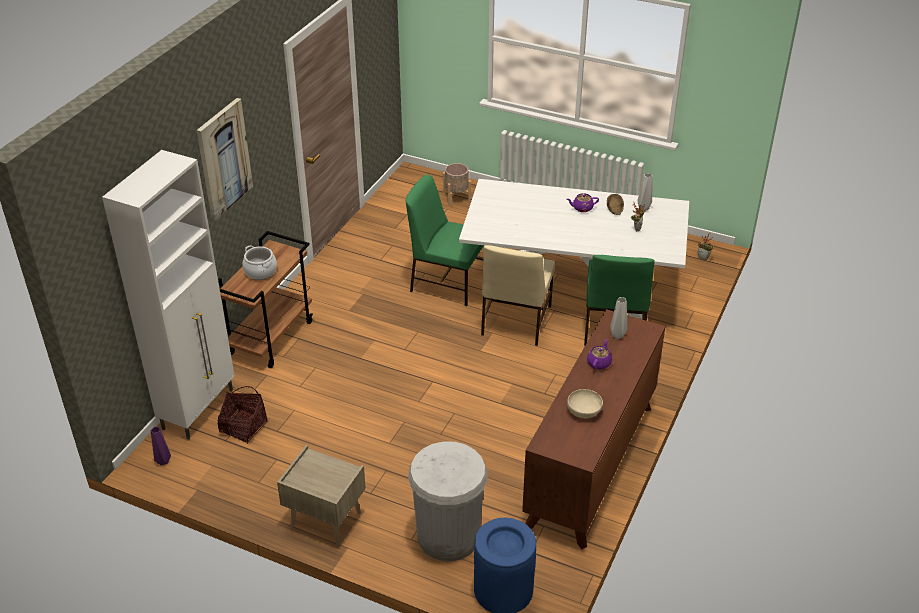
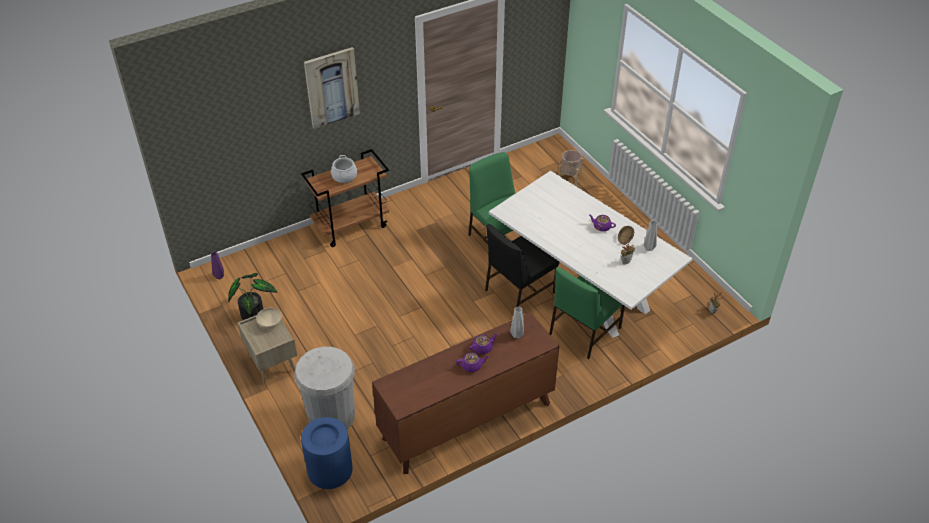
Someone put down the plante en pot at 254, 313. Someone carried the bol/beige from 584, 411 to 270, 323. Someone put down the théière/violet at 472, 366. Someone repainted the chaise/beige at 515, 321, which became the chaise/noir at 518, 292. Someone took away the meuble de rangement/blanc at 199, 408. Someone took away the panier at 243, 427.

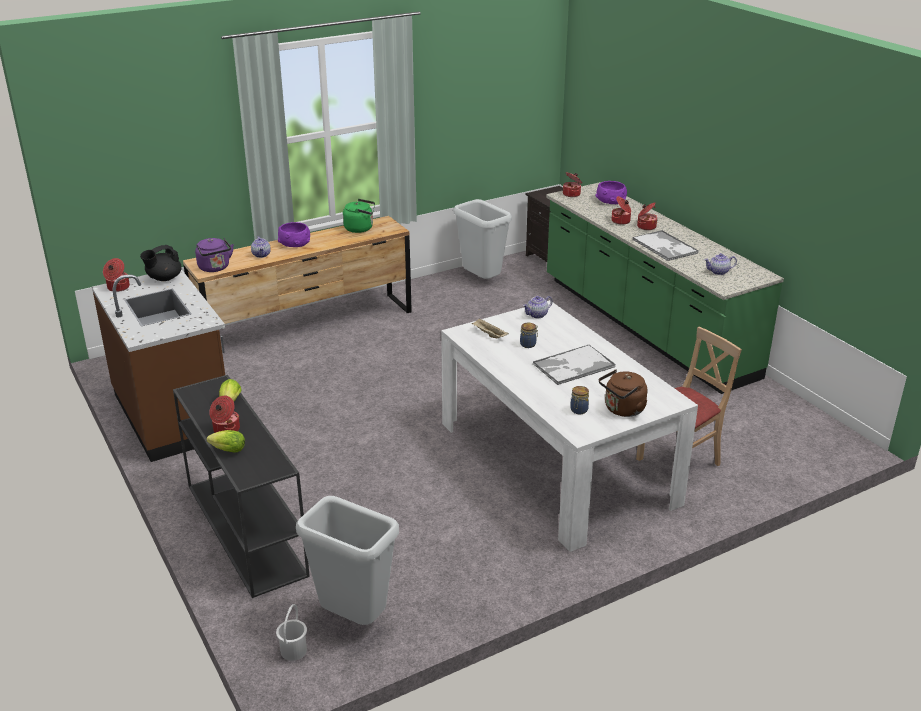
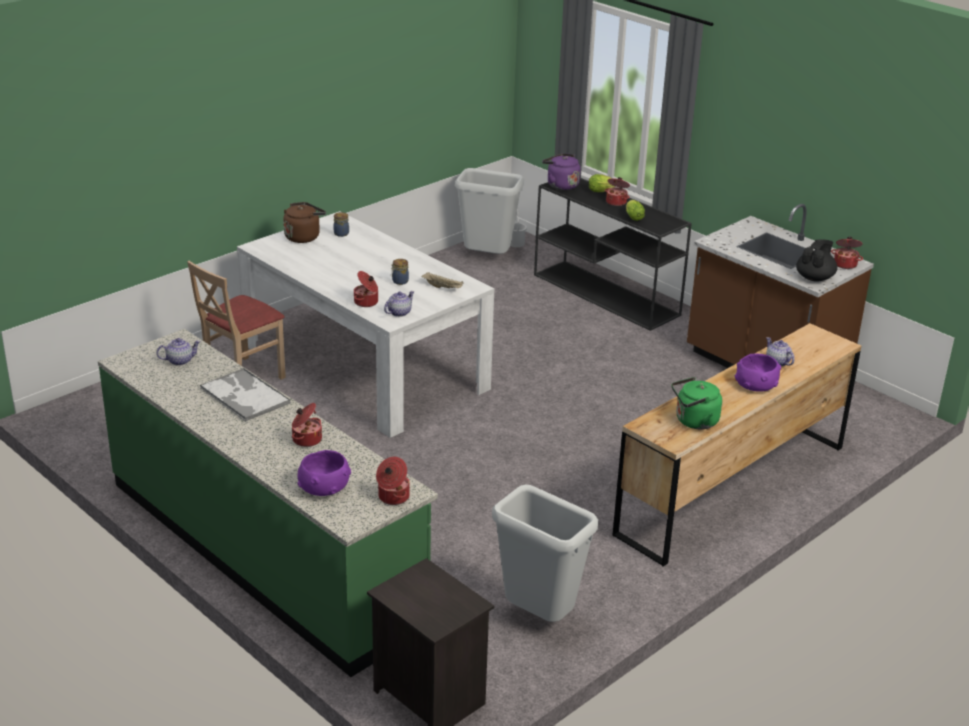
Someone carried the marmite from 646, 226 to 366, 302. Someone carried the bouilloire/violet from 215, 268 to 561, 185. Someone took away the plateau at 573, 366.

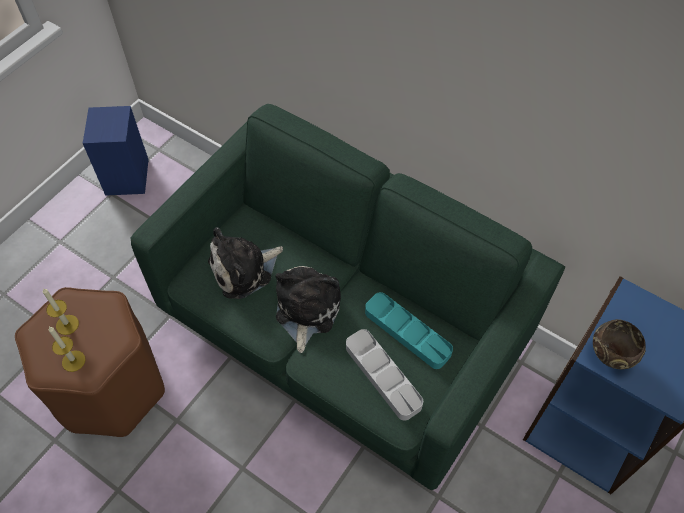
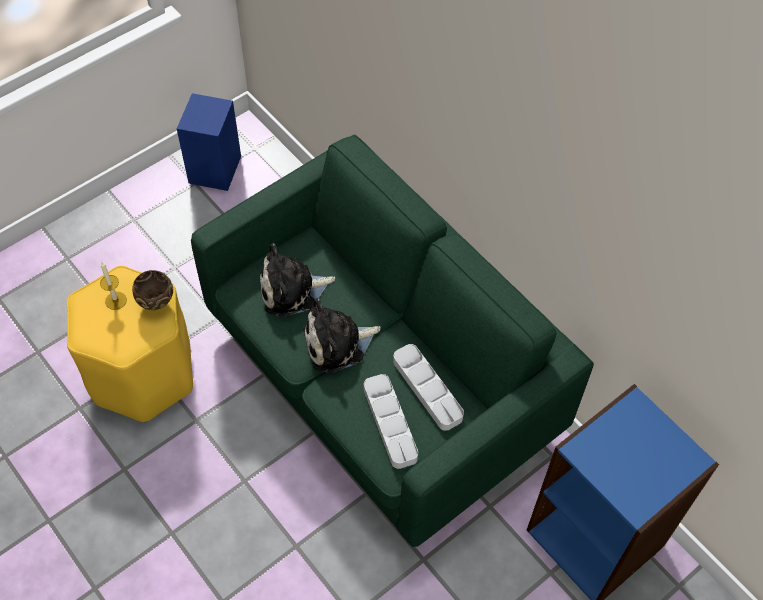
Someone repainted the tabouret/marron at 111, 388, which became the tabouret/jaune at 143, 374. Someone carried the bol/marron from 610, 357 to 157, 304. Someone rotated the peluche at 306, 310 by 135 degrees counterclockwise. Someone repainted the plateau/turquoise at 407, 332, which became the plateau/gris at 427, 389. Someone took away the bougie at 73, 361.

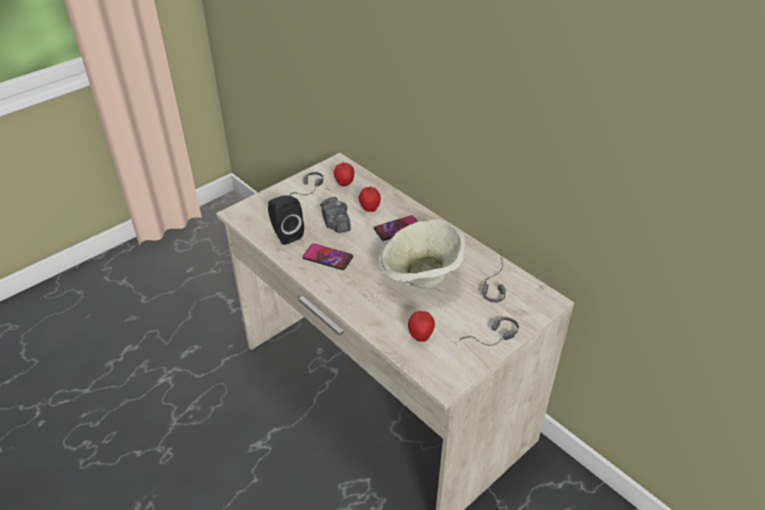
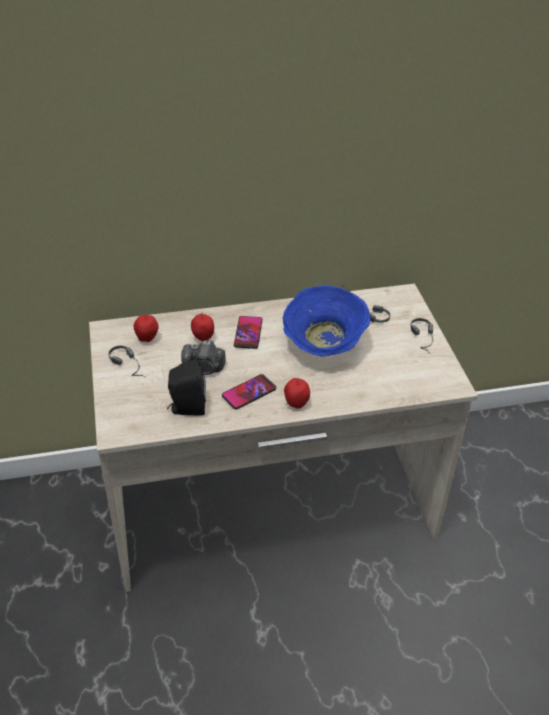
Someone repainted the bol/beige at 420, 277, which became the bol/bleu at 324, 346. Someone carried the pomme from 420, 336 to 296, 404.

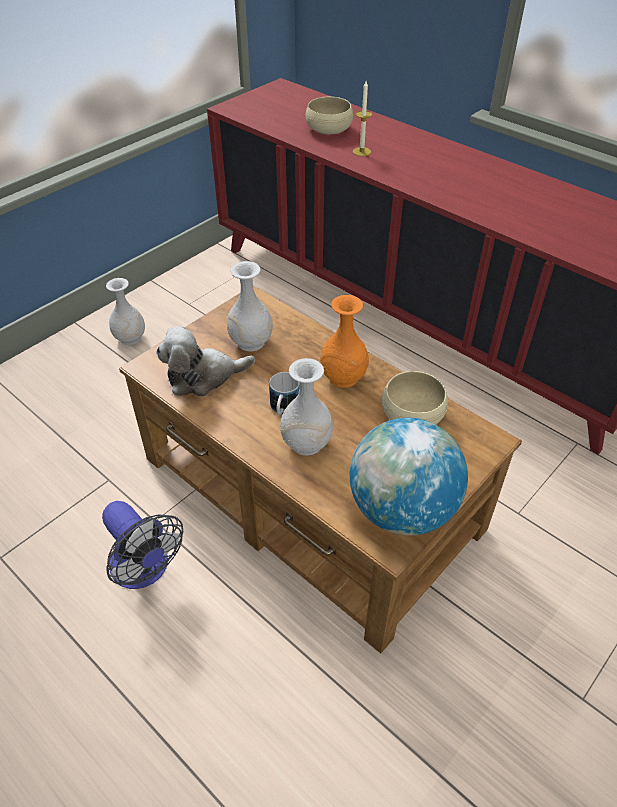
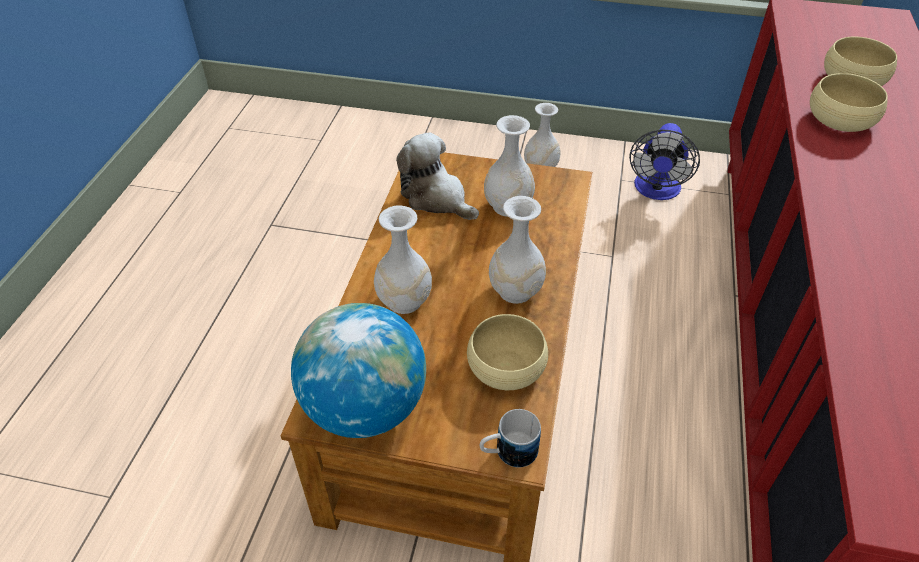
Someone carried the mug from 283, 409 to 508, 452. Someone repainted the vase/orange at 343, 378, which became the vase/blanc at 514, 291. Someone carried the ventilateur from 145, 570 to 656, 190. Someone swapped the bougie at 361, 151 for the bol/beige at 839, 120.

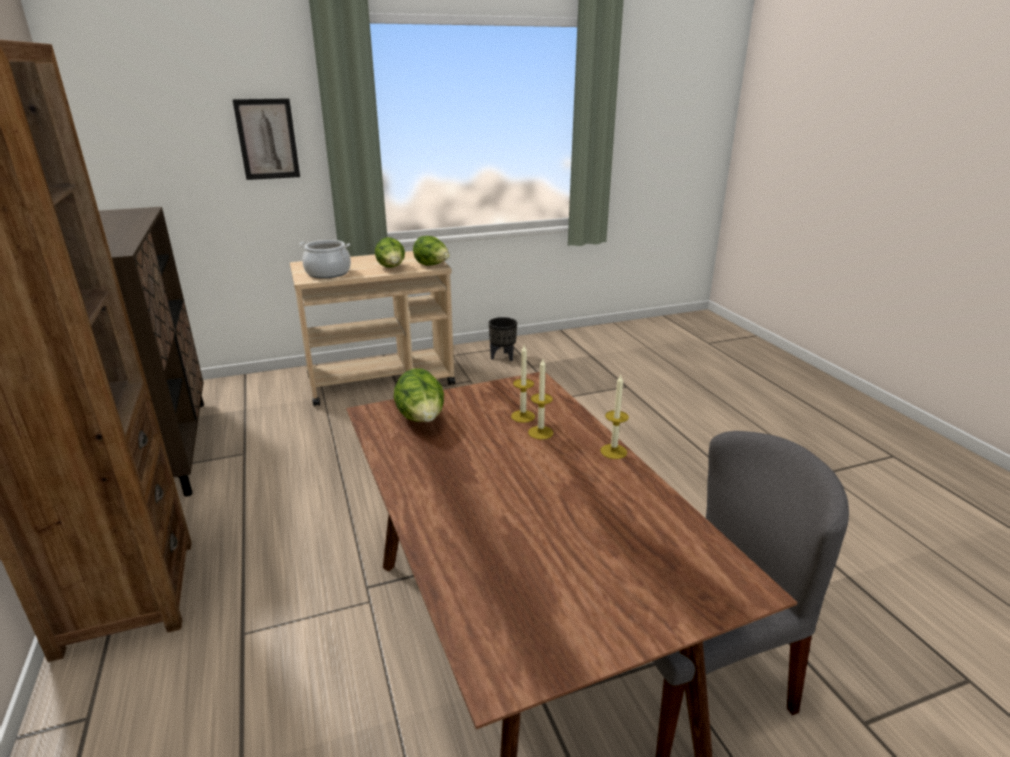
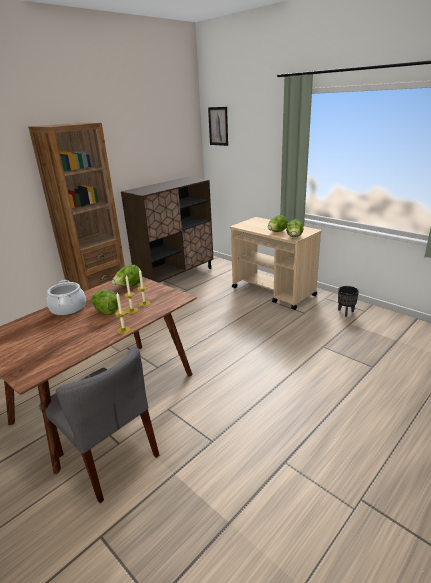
Someone carried the marmite from 328, 273 to 68, 308. Someone put down the laitue at 106, 311. Someone carried the tableau from 267, 139 to 218, 126.

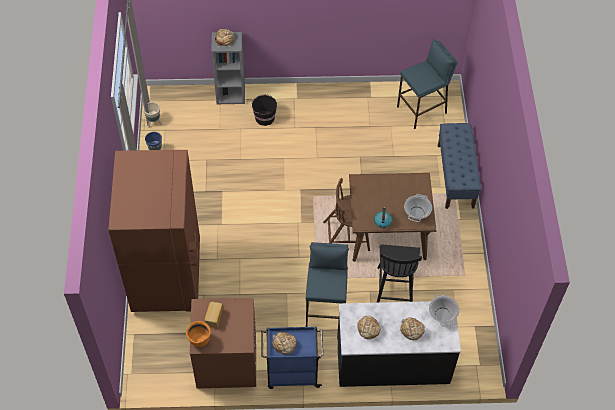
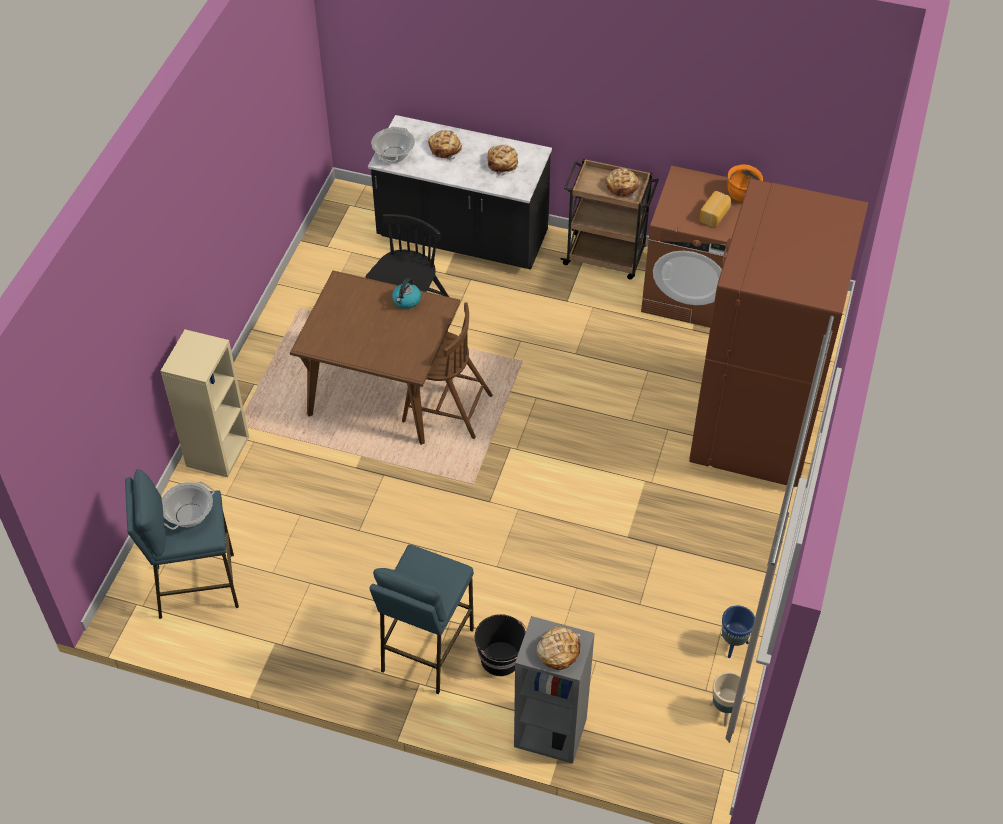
Someone swapped the banc/bleu at 455, 176 for the bibliothèque/beige at 217, 450. Someone carried the marmite from 417, 212 to 189, 515. Someone carried the tabouret/bleu from 326, 308 to 426, 650. Someone repainted the chariot/bleu at 292, 374, which became the chariot/marron at 606, 257.

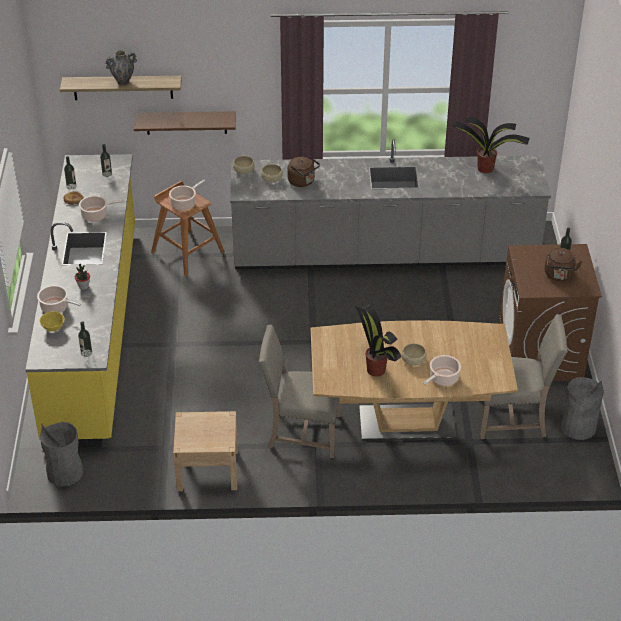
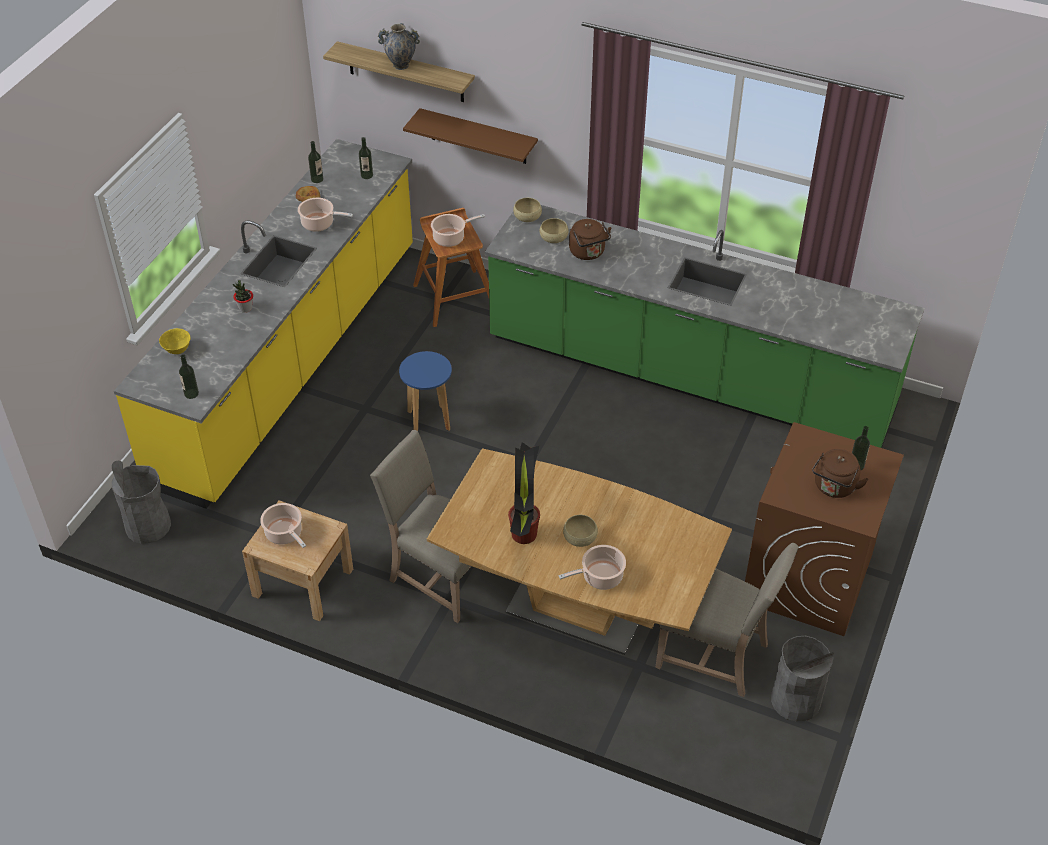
Someone carried the marmite from 56, 307 to 285, 534. Someone put down the tabouret/bleu at 429, 421. Someone repainted the comptoir de cuisine/gris at 385, 254, which became the comptoir de cuisine/vert at 689, 375. Someone took away the plante en pot at 486, 168.

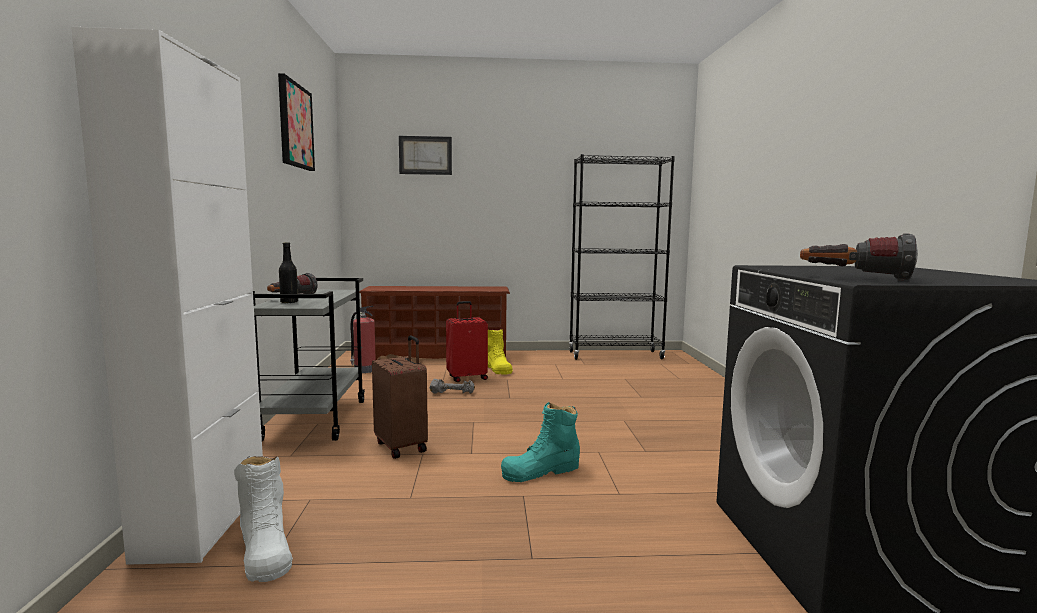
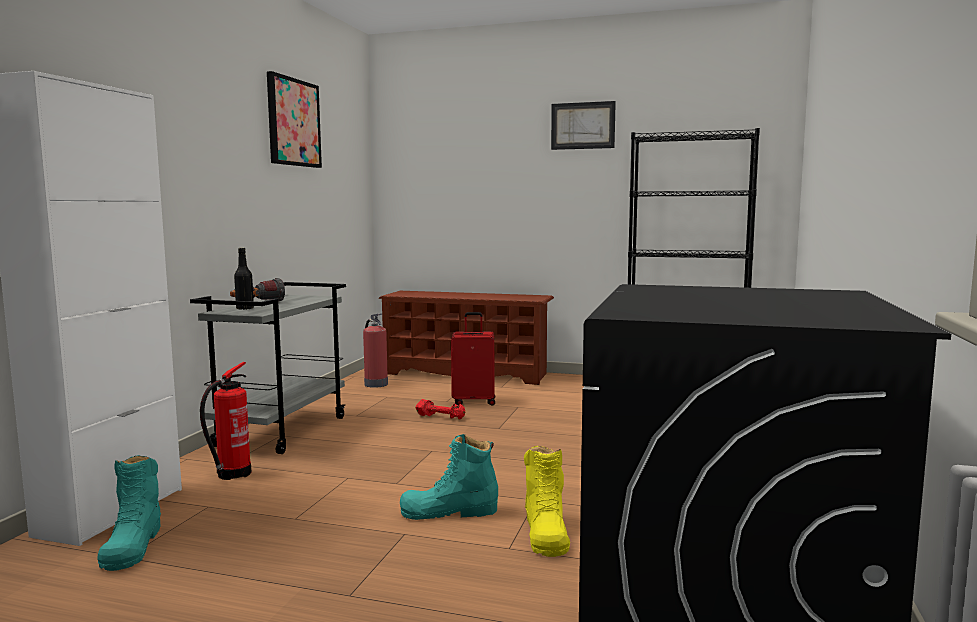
Someone repainted the botte/blanc at 265, 551, which became the botte/turquoise at 133, 545. Someone put down the extincteur at 231, 475. Someone repainted the haltère/gris at 452, 393, which became the haltère/rouge at 441, 417. Someone carried the botte/jaune from 497, 369 to 545, 533. Someone carried the tableau from 425, 155 to 583, 125. Someone took away the valise/marron at 402, 446. Someone took away the lampe de poche at 853, 278.

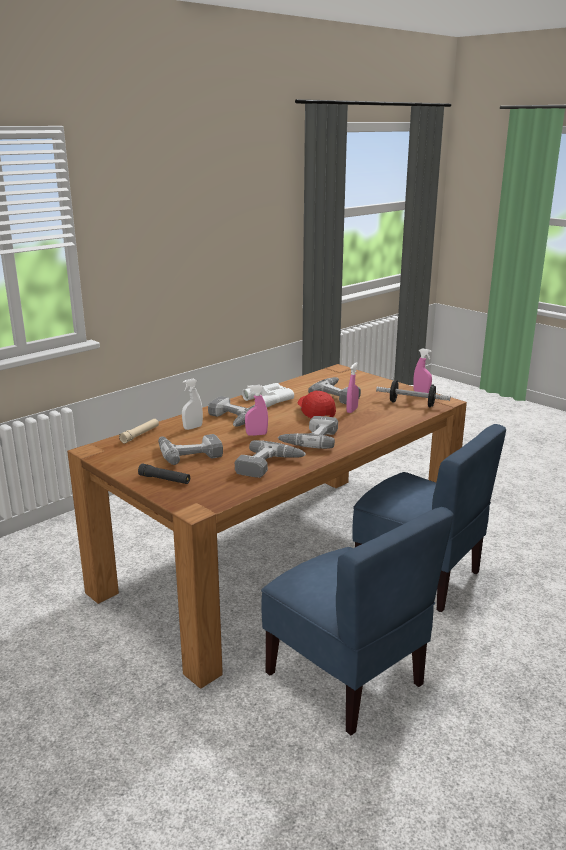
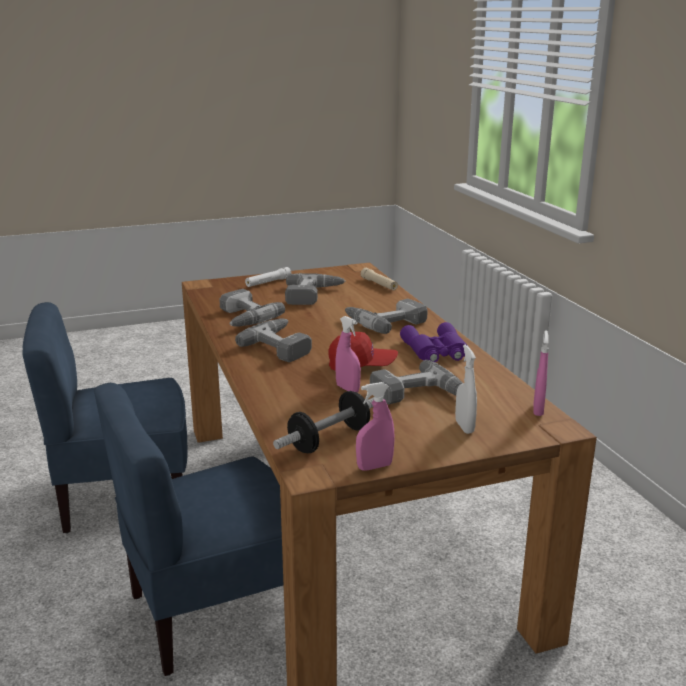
Someone repainted the lampe de poche/noir at 164, 479, which became the lampe de poche/blanc at 268, 282. Someone repainted the jumelles/blanc at 271, 399, which became the jumelles/violet at 435, 351. Someone carried the vaporisateur/blanc from 193, 427 to 464, 427. Someone carried the vaporisateur/rose from 256, 434 to 538, 410.

